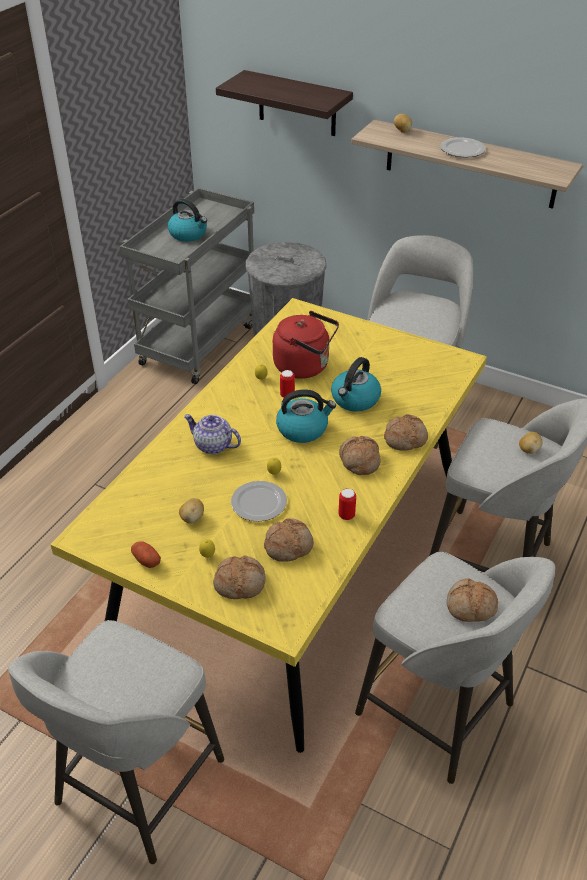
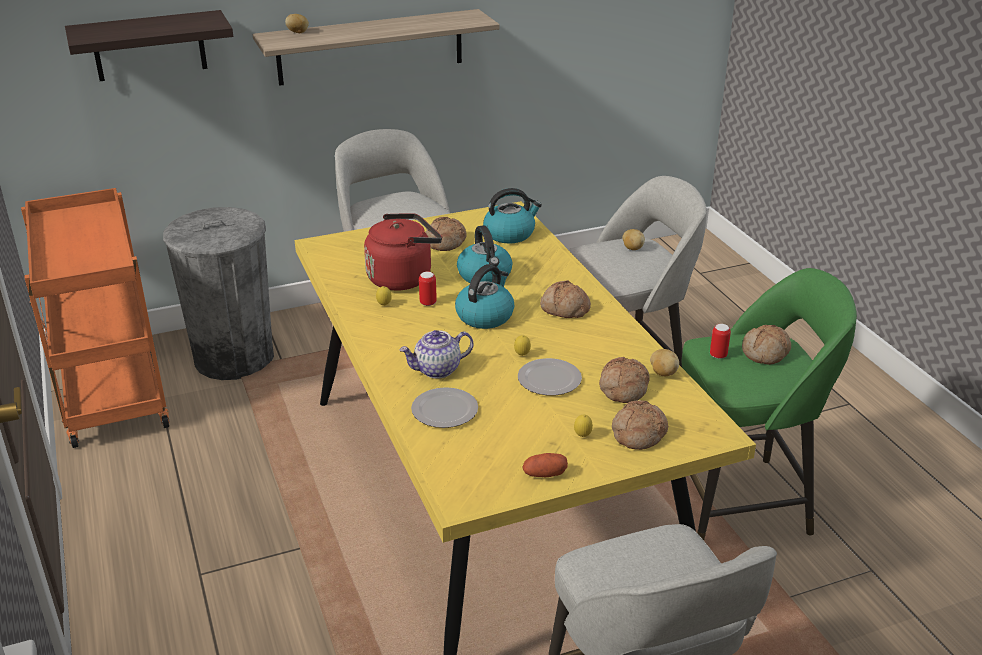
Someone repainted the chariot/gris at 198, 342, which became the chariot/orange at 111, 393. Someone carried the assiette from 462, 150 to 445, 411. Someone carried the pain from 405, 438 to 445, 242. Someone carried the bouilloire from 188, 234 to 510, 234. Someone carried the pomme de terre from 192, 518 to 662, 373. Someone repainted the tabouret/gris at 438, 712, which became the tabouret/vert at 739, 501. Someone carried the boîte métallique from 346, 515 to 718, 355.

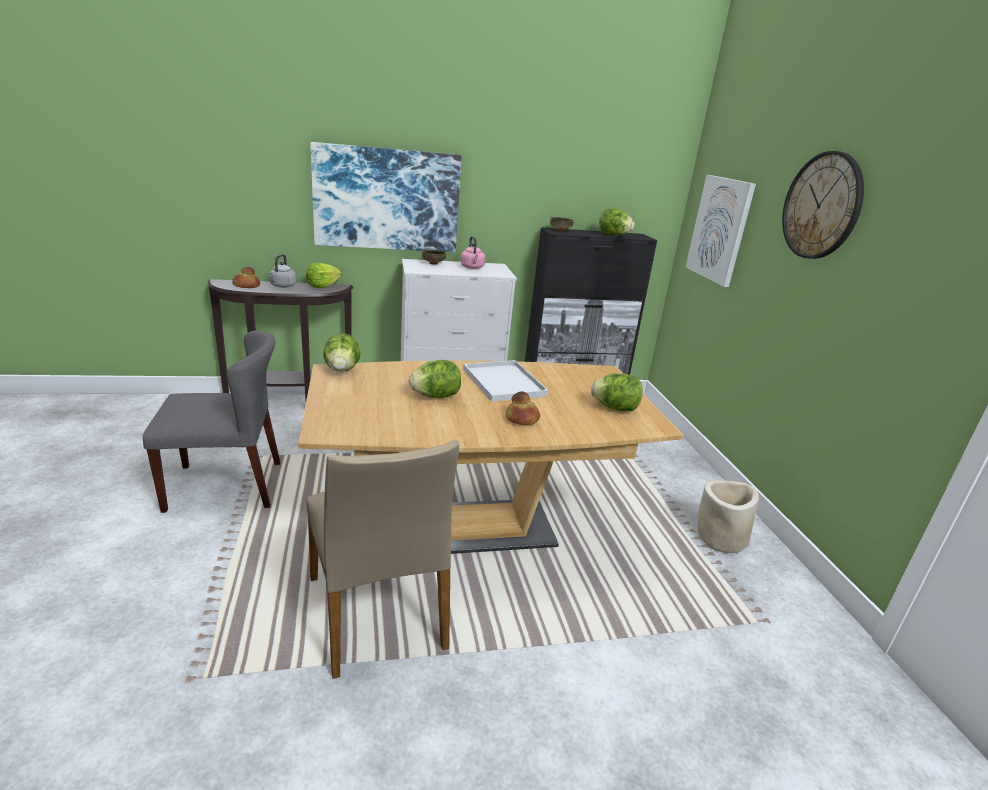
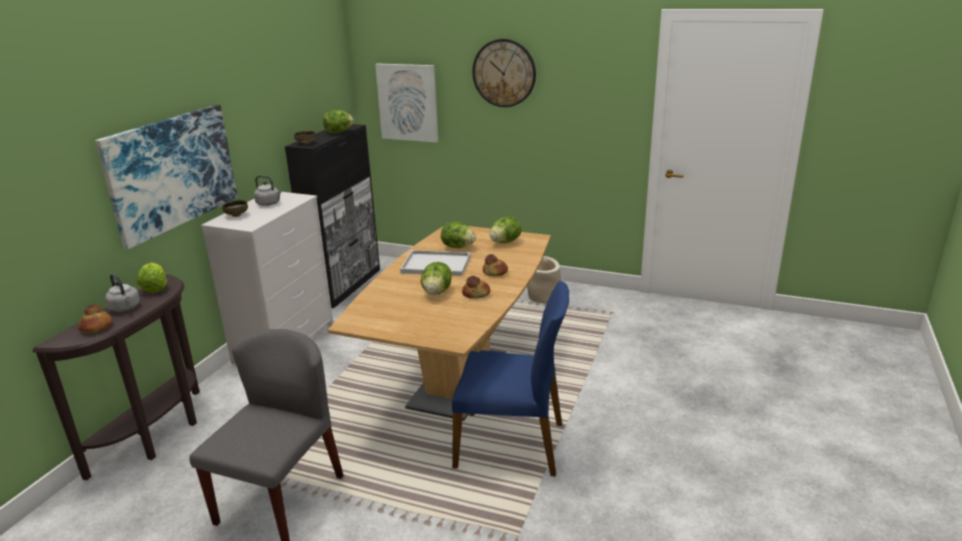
Someone repainted the bouilloire/rose at 472, 267, which became the bouilloire/gris at 269, 204. Someone carried the laitue from 342, 369 to 457, 247. Someone repainted the chaise/beige at 378, 612, which became the chaise/bleu at 511, 444. Someone put down the pain at 476, 294.

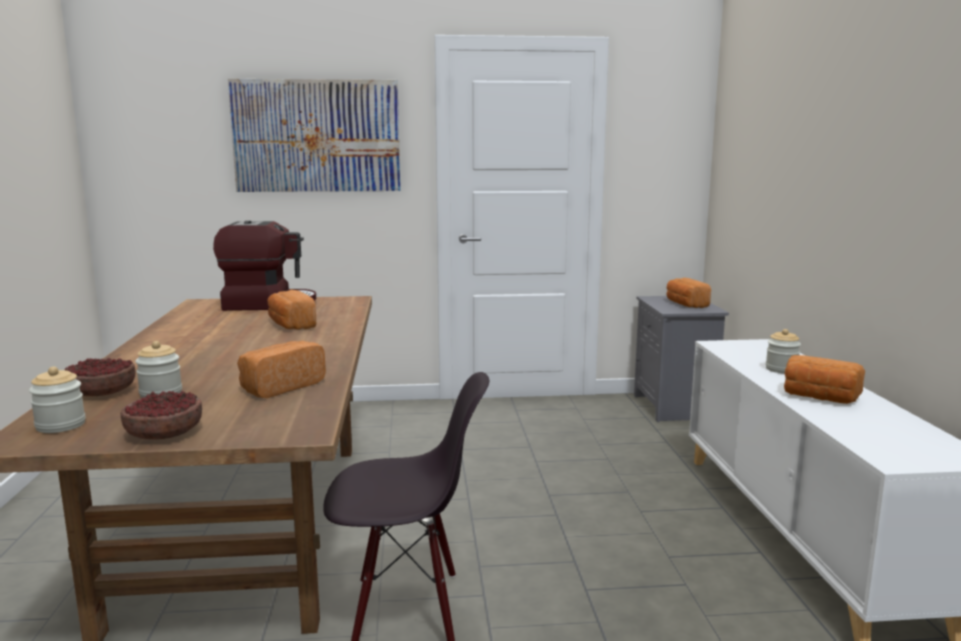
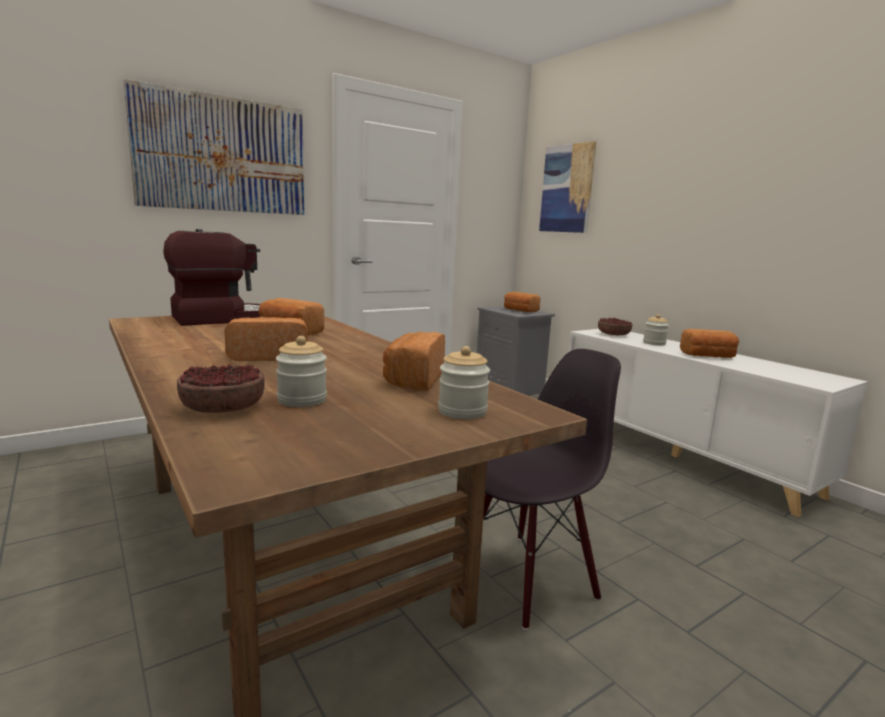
Someone put down the pain at 269, 356. Someone carried the bocal from 60, 425 to 462, 411. Someone put up the tableau at 567, 189. Someone carried the bol from 165, 433 to 613, 334.

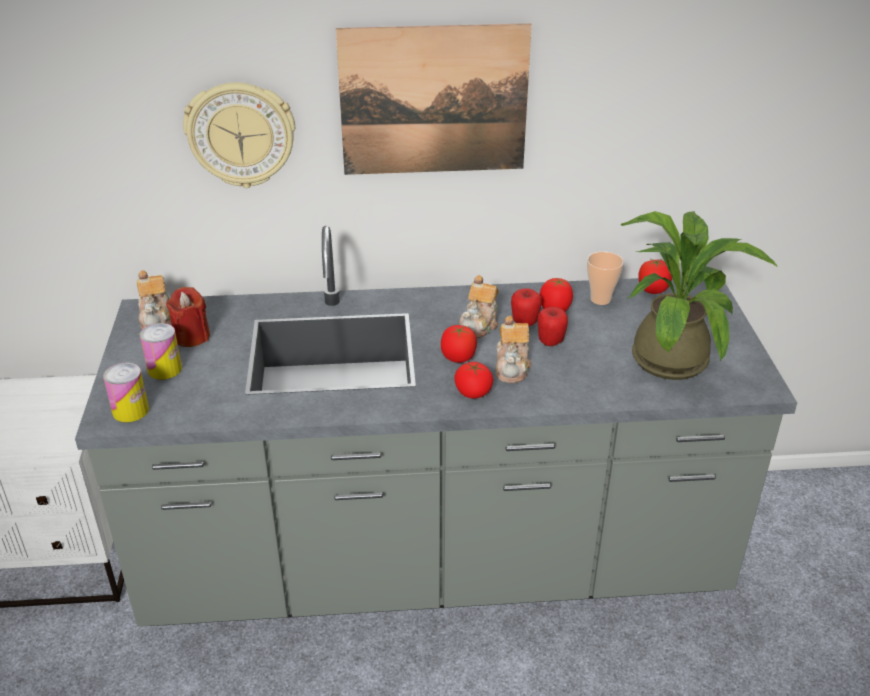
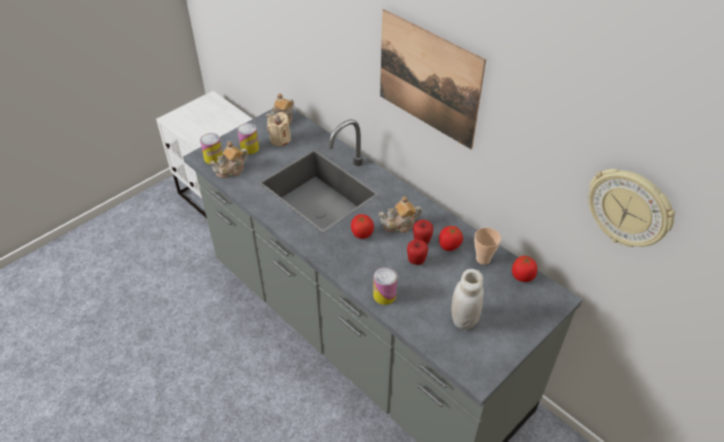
Someone carried the théière from 512, 367 to 231, 170. Someone repainted the bougie/rouge at 191, 336, which became the bougie/beige at 280, 140. Someone put down the boîte métallique at 384, 295. Someone swapped the plante en pot at 673, 355 for the bocal/blanc at 464, 319. Someone carried the horloge murale from 241, 134 to 629, 208. Someone took away the tomate at 473, 392.

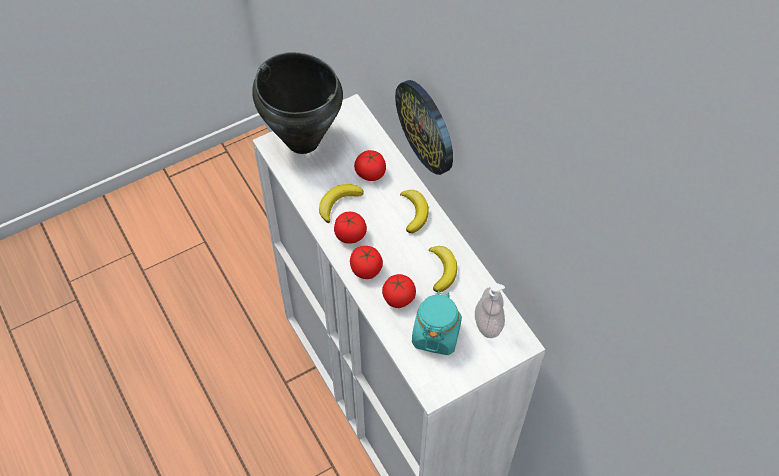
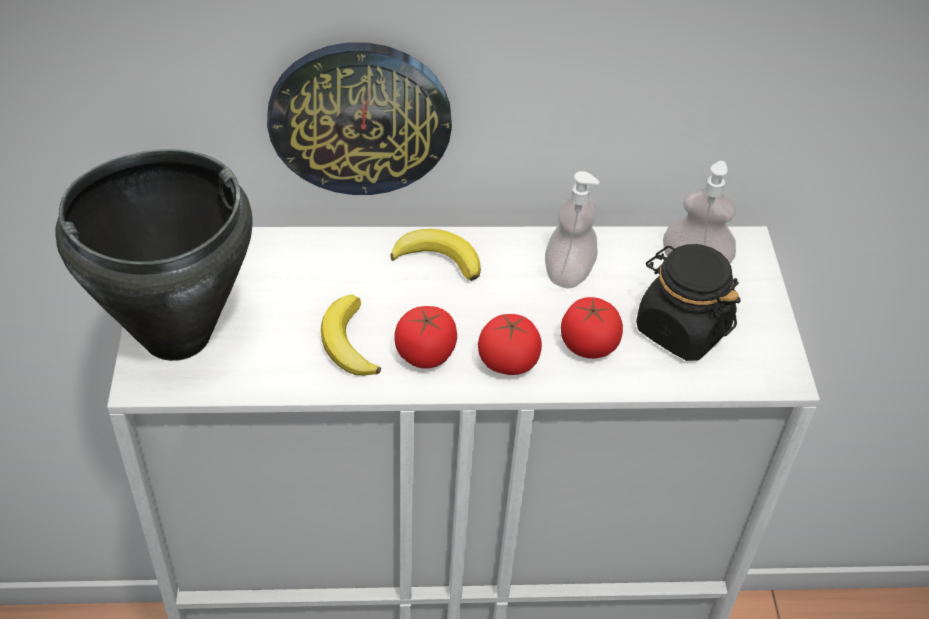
Someone swapped the banane at 442, 270 for the distributeur de savon at 568, 272. Someone repainted the bocal/turquoise at 436, 334, which became the bocal/noir at 681, 329. Someone took away the tomate at 370, 173.

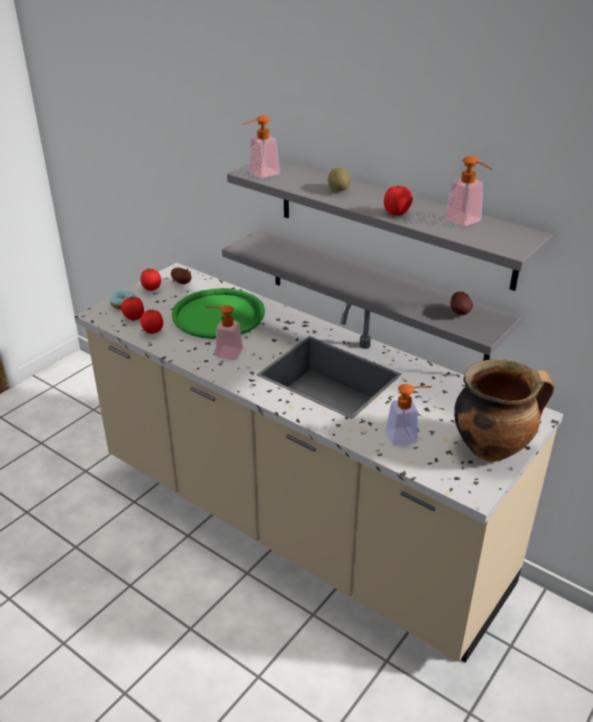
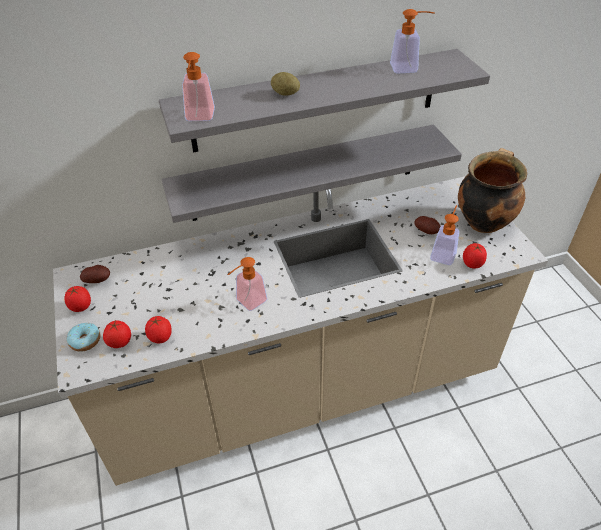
Someone carried the pomme de terre from 460, 313 to 427, 232. Someone carried the tomate from 397, 213 to 472, 264. Someone took away the plateau/vert at 218, 315.

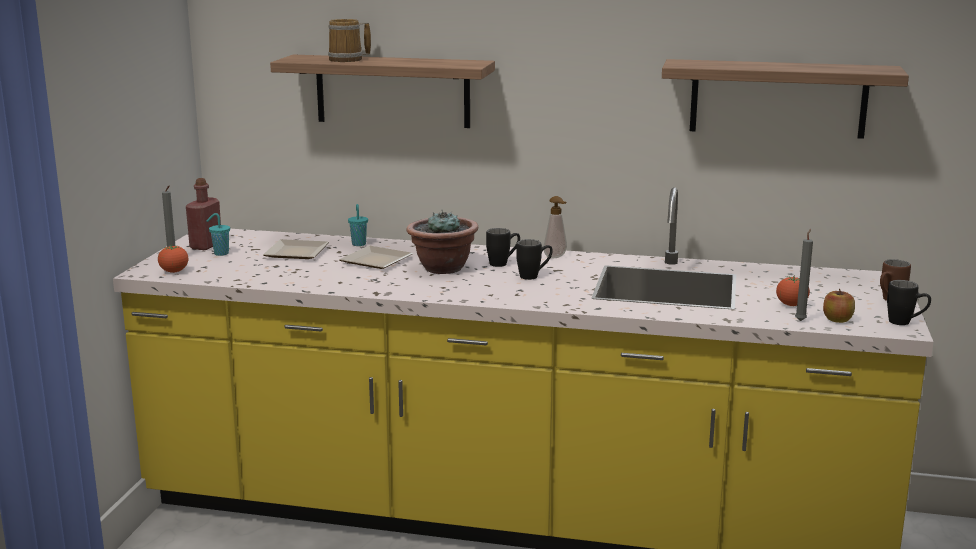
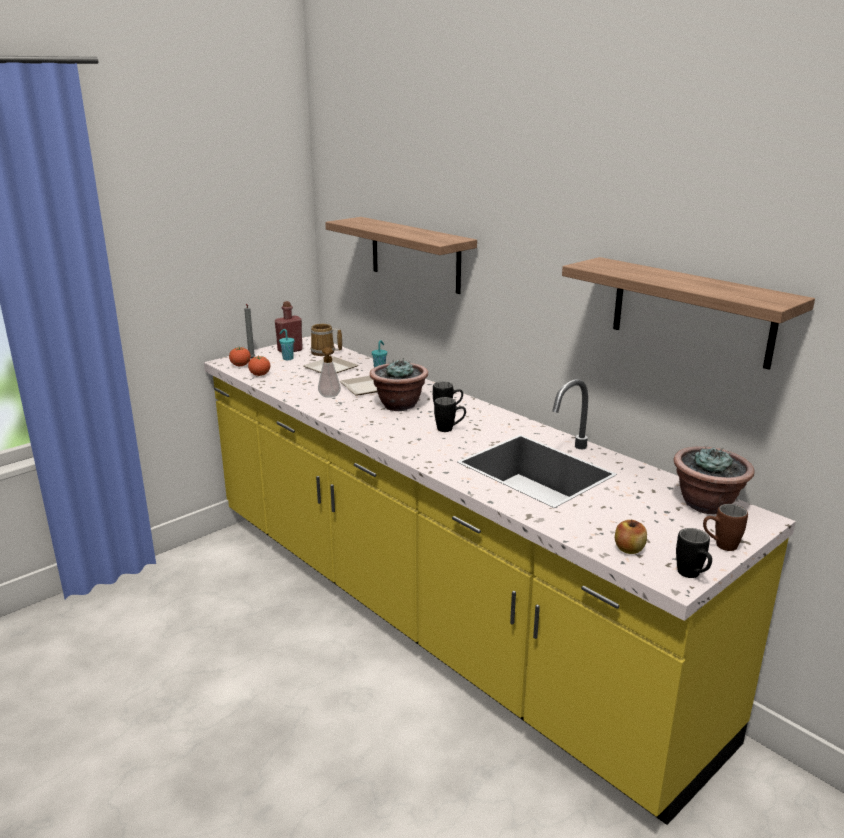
Someone carried the tomate from 791, 305 to 260, 375. Someone carried the mug from 348, 59 to 324, 352. Someone carried the distributeur de savon from 556, 257 to 329, 397. Someone put down the plante en pot at 707, 504. Someone took away the bougie/gris at 801, 320.

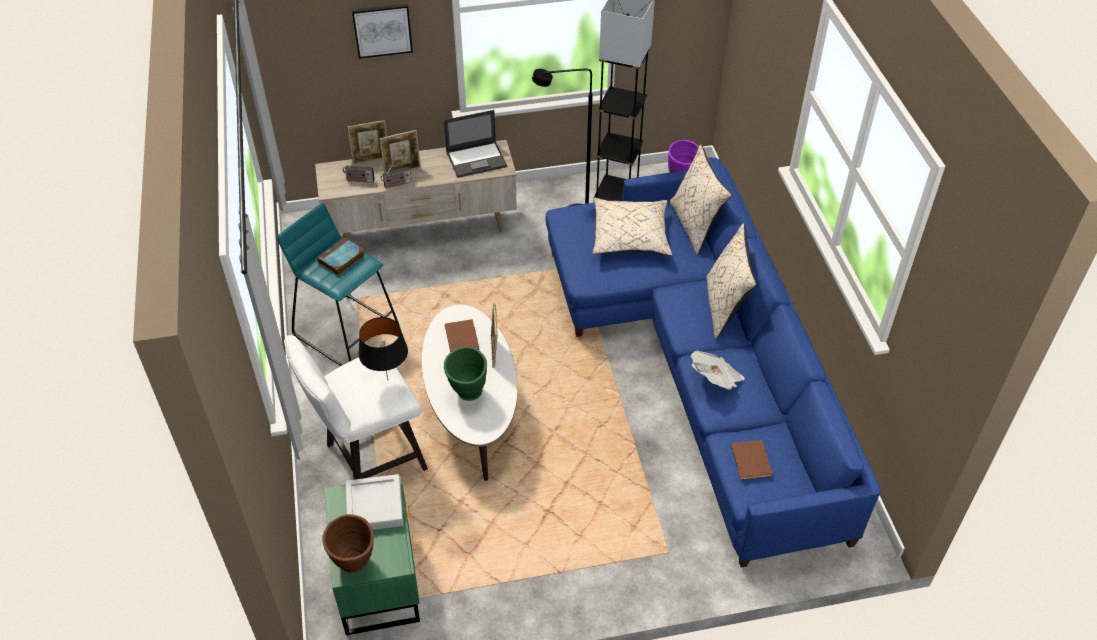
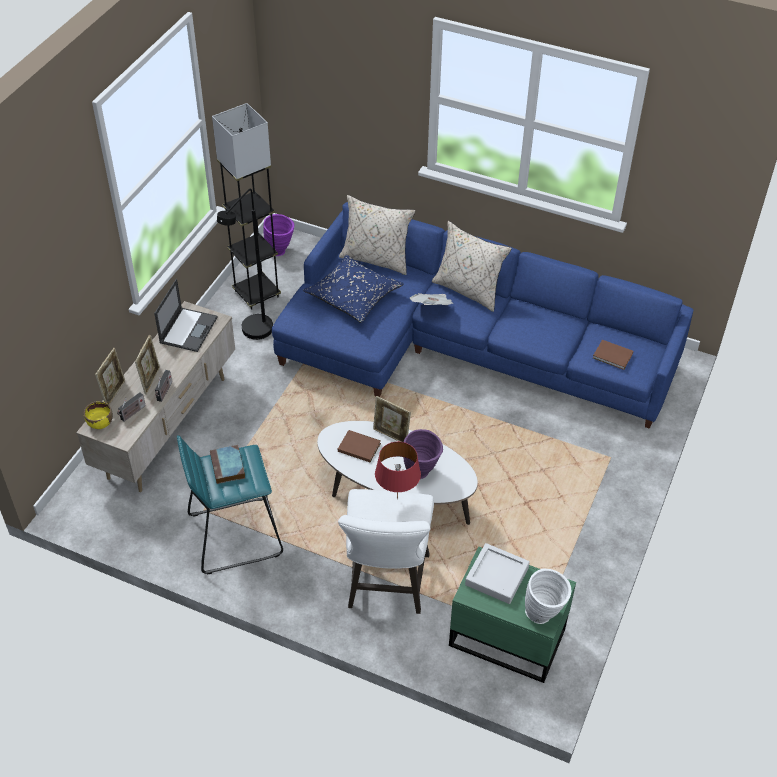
Someone put down the bol/jaune at 100, 423. Someone repainted the coussin/beige at 630, 236, which became the coussin/bleu at 353, 296. Someone repainted the lampe de table/noir at 387, 380, which became the lampe de table/rouge at 396, 499. Someone repainted the vase/vert at 468, 396, which became the vase/violet at 422, 473. Someone carried the journal from 716, 379 to 432, 307. Someone repainted the vase/marron at 356, 566, which became the vase/blanc at 544, 614. Someone took away the tableau at 382, 30.

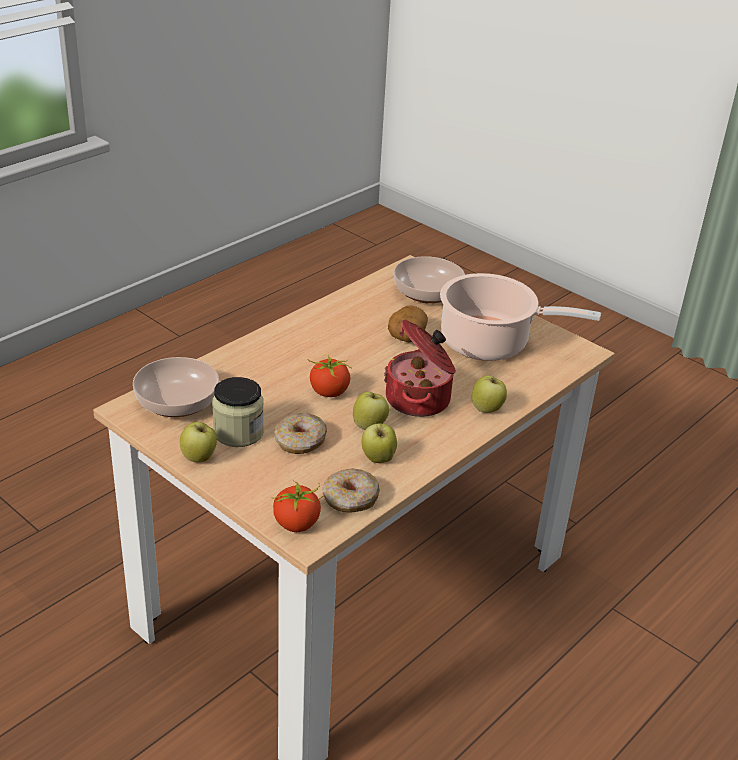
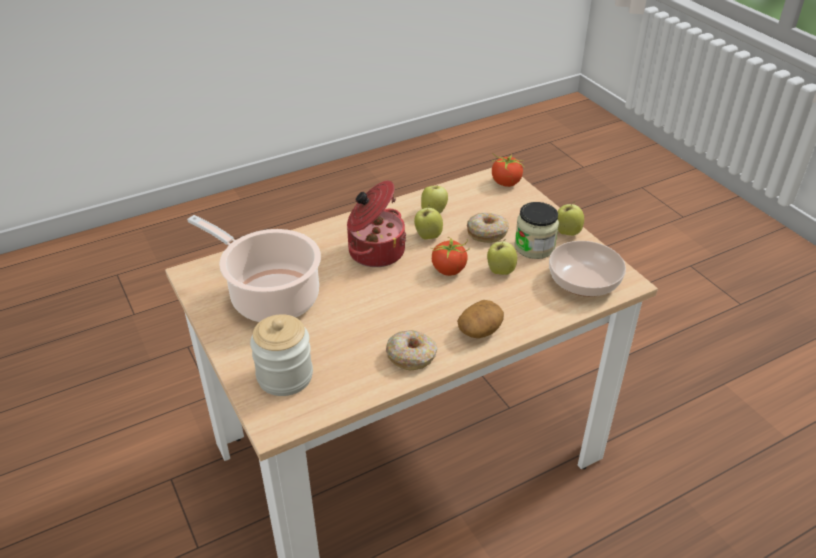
Someone swapped the bol at 427, 292 for the bocal at 285, 376. Someone carried the beignet from 350, 499 to 411, 356. Someone carried the pomme de terre from 406, 335 to 480, 330. Someone carried the pomme from 487, 409 to 500, 271.

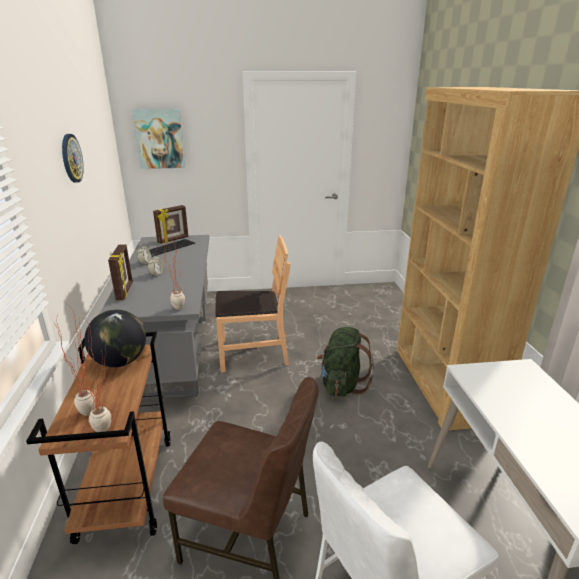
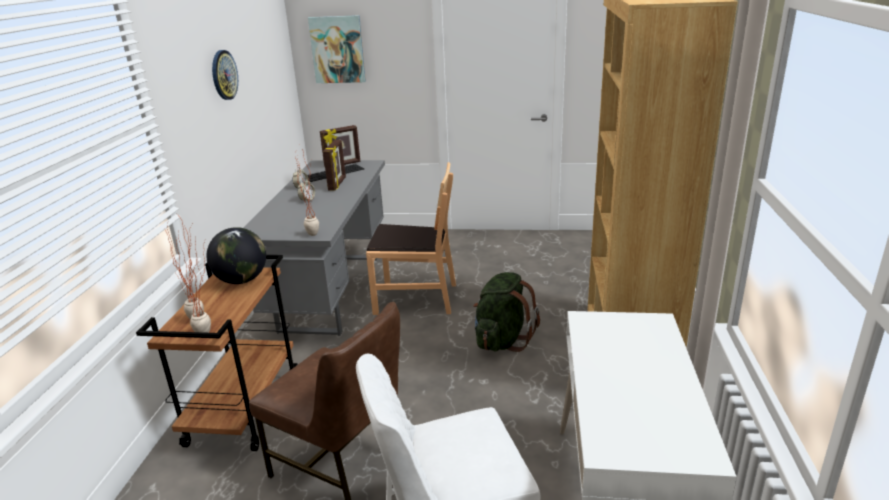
Someone carried the cadre photo from 125, 291 to 337, 184.

